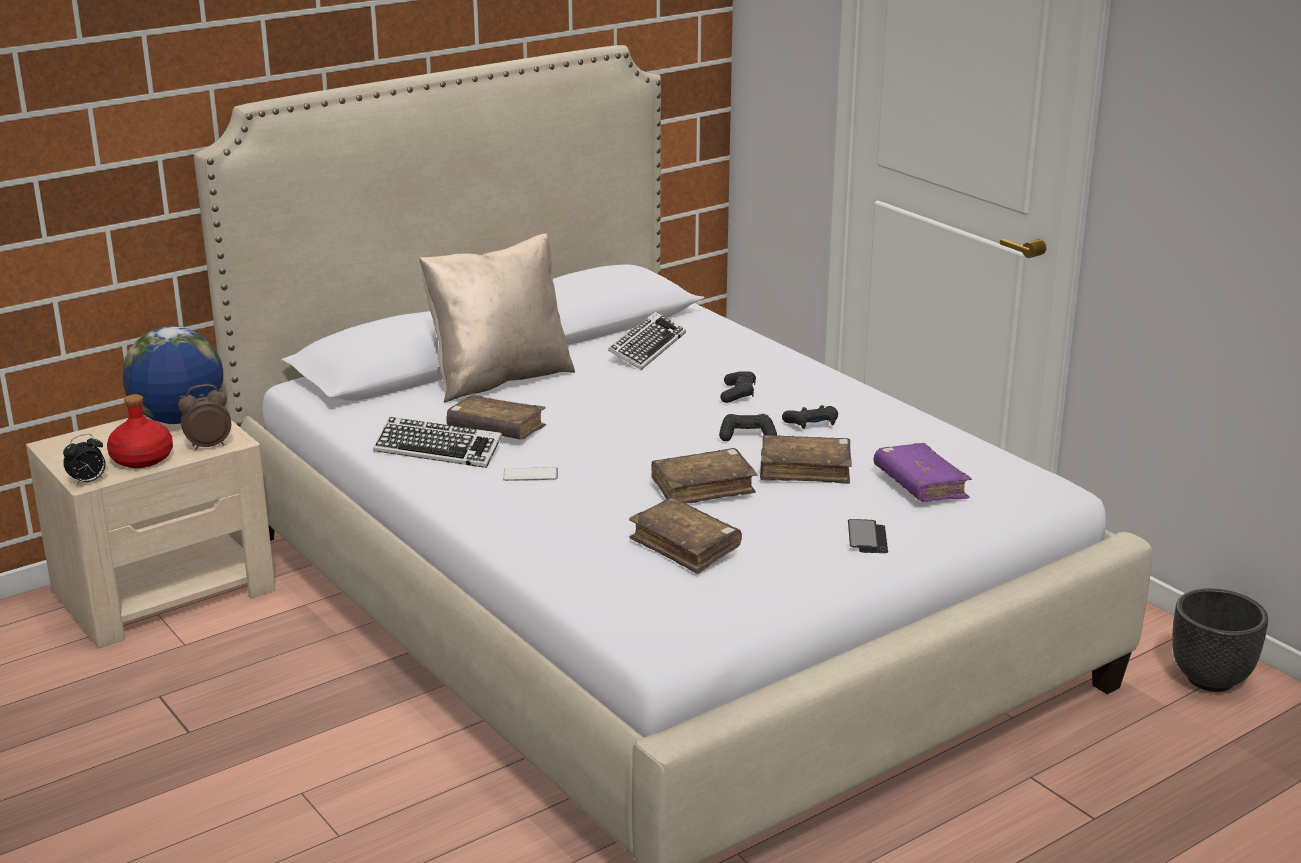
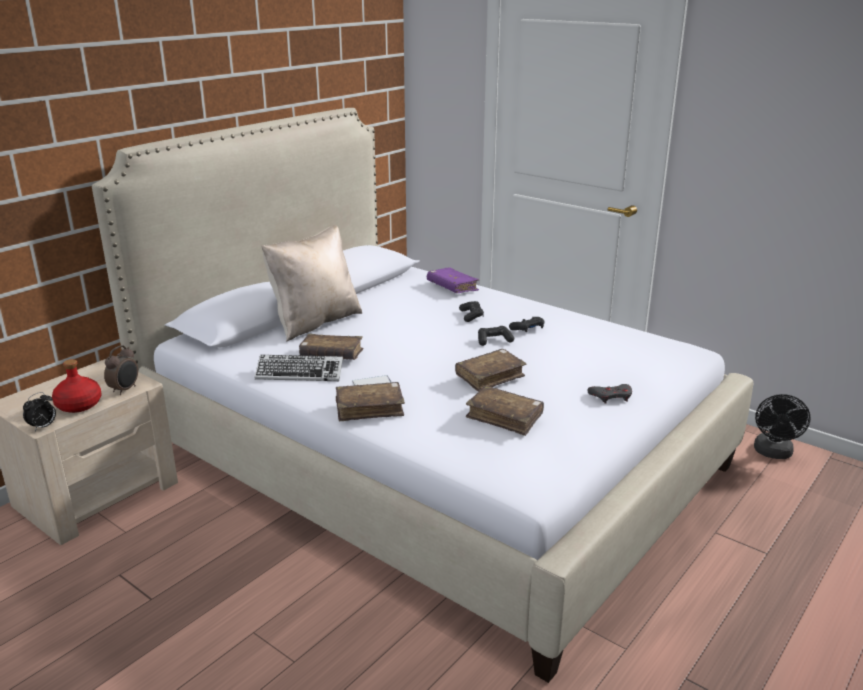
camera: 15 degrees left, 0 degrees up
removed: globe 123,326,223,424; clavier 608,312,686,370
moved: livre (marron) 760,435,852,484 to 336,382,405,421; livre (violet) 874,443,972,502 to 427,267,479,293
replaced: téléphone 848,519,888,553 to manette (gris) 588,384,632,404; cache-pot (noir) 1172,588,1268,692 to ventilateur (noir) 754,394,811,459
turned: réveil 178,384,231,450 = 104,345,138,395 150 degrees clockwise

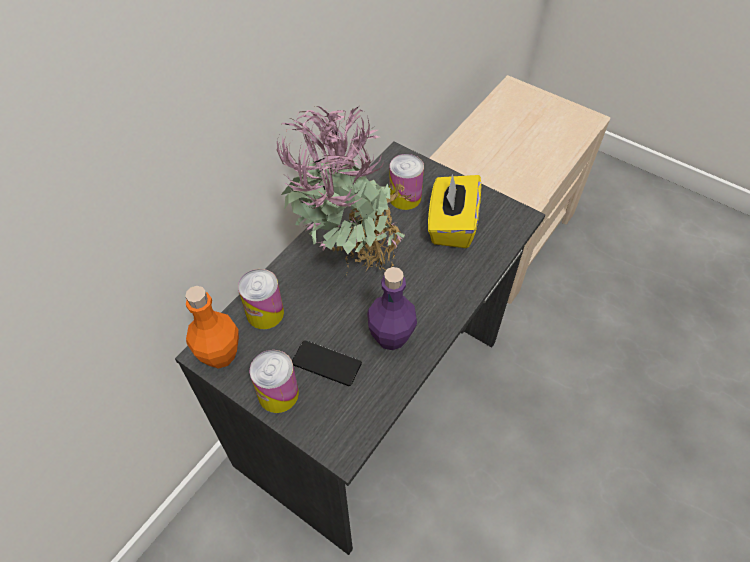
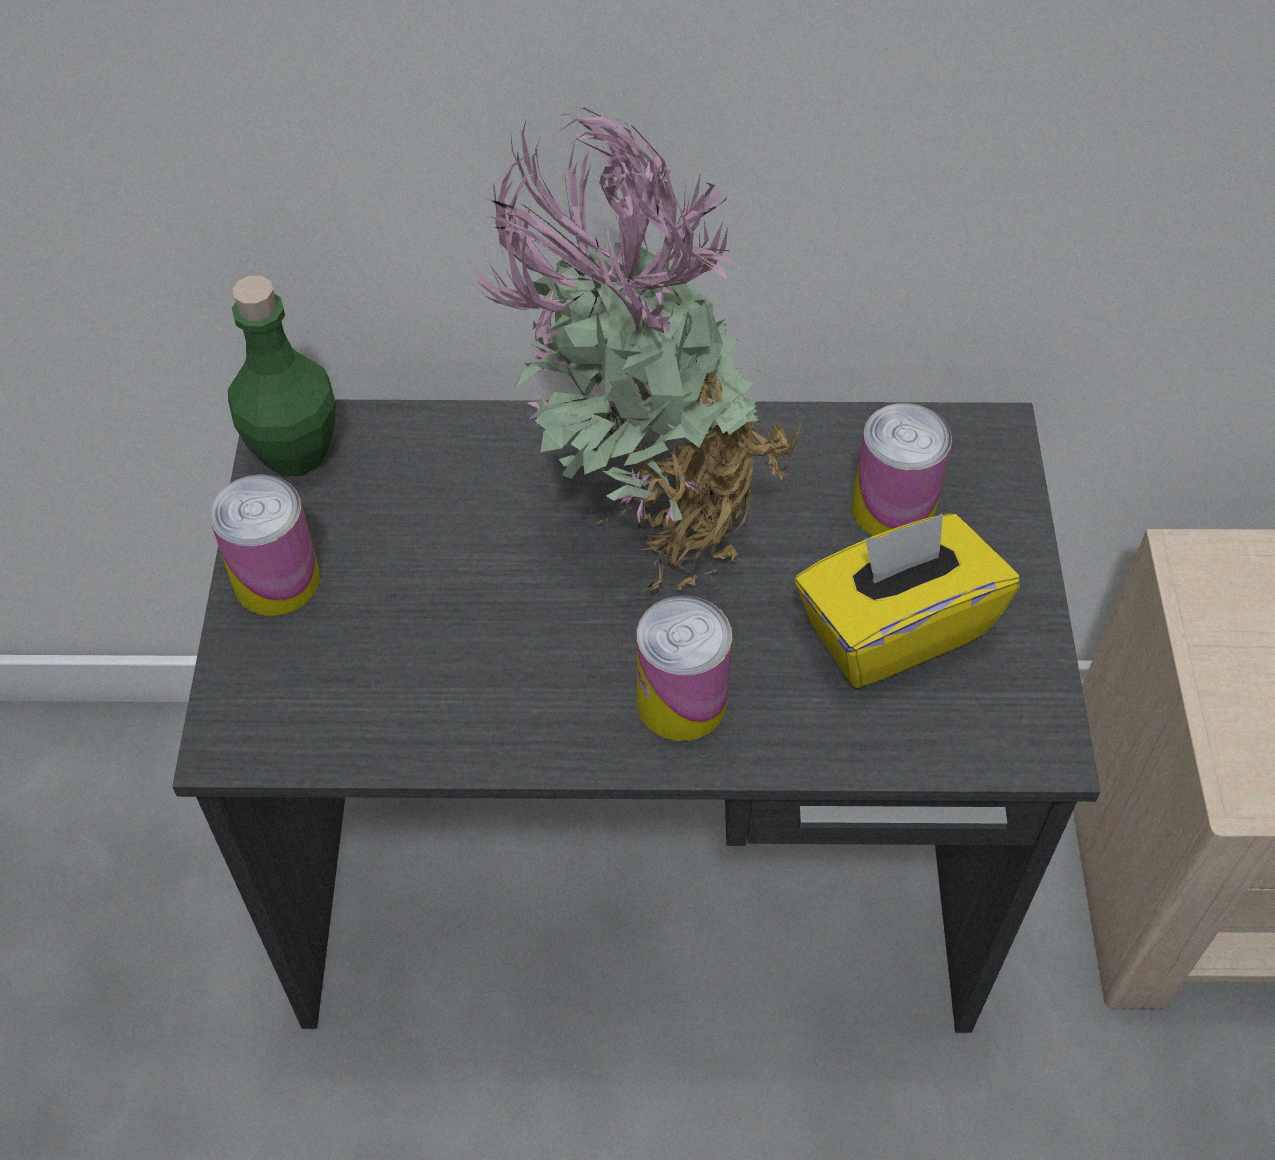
camera: 55 degrees right, 0 degrees up
removed: téléphone 292,340,362,386; bouteille (violet) 367,267,417,350
moved: boîte métallique 238,269,284,329 to 637,596,732,741
recoloured: bouteille (orange) 185,286,239,369 to bouteille (vert) 228,276,336,476

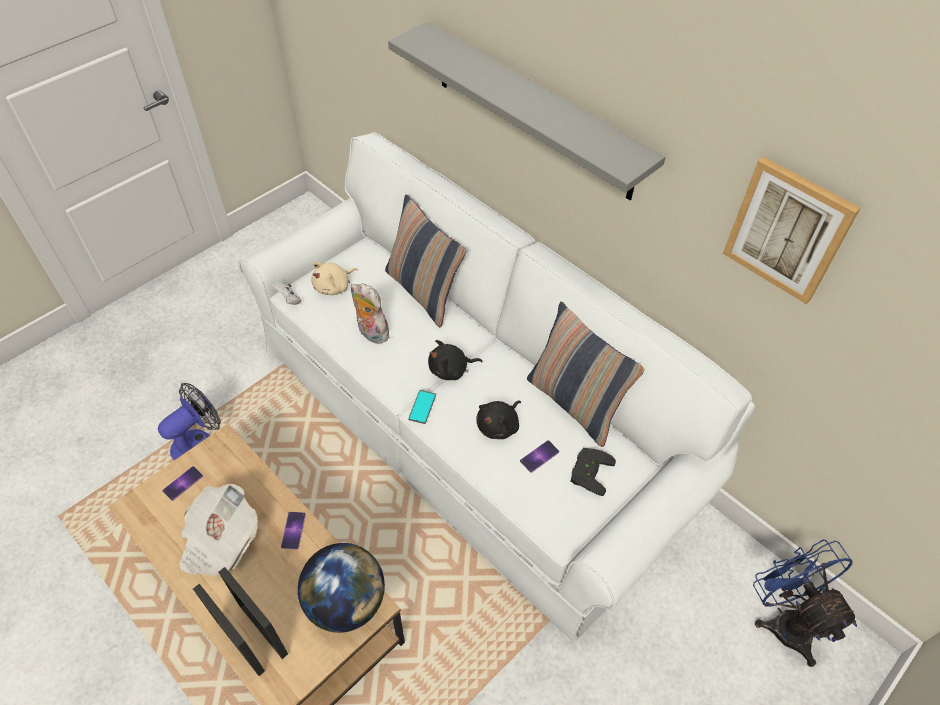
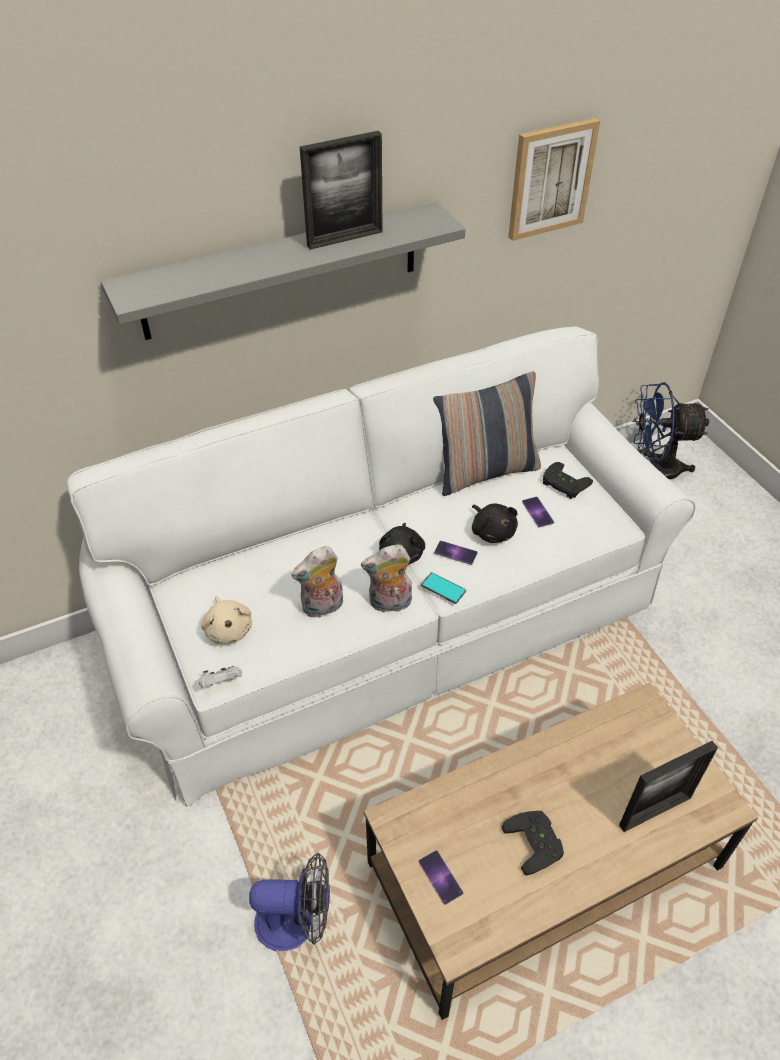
camera: 70 degrees left, 5 degrees down
removed: globe 298,543,385,633; coussin 385,195,466,327
added: peluche 361,545,412,612
moved: cadre photo 193,584,265,676 to 300,131,382,250; téléphone 281,512,306,550 to 434,541,478,565
replaced: journal 179,484,258,578 to manette (noir) 501,811,564,875
turned: ventilateur 158,383,221,460 = 249,853,330,951 120 degrees clockwise

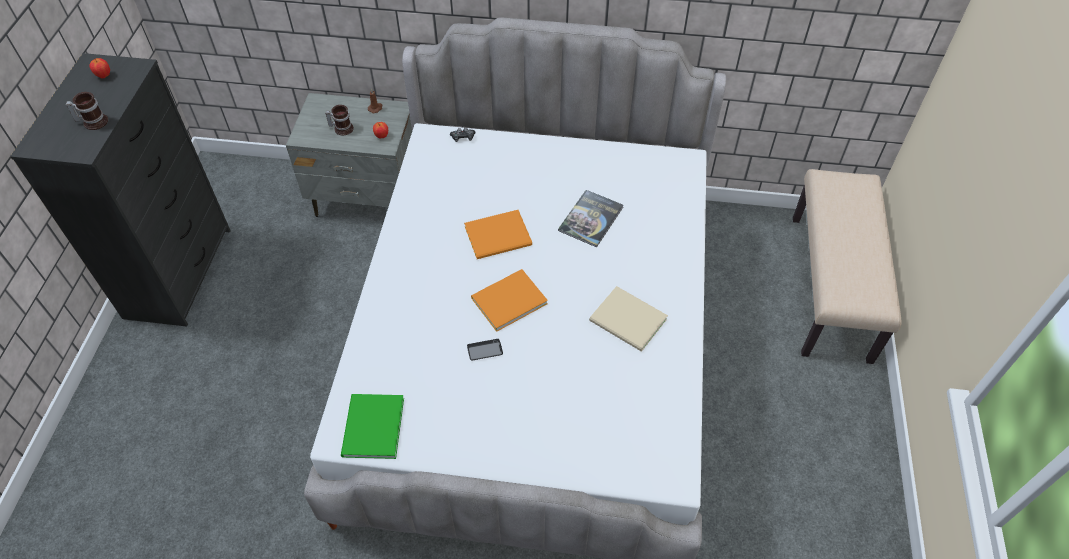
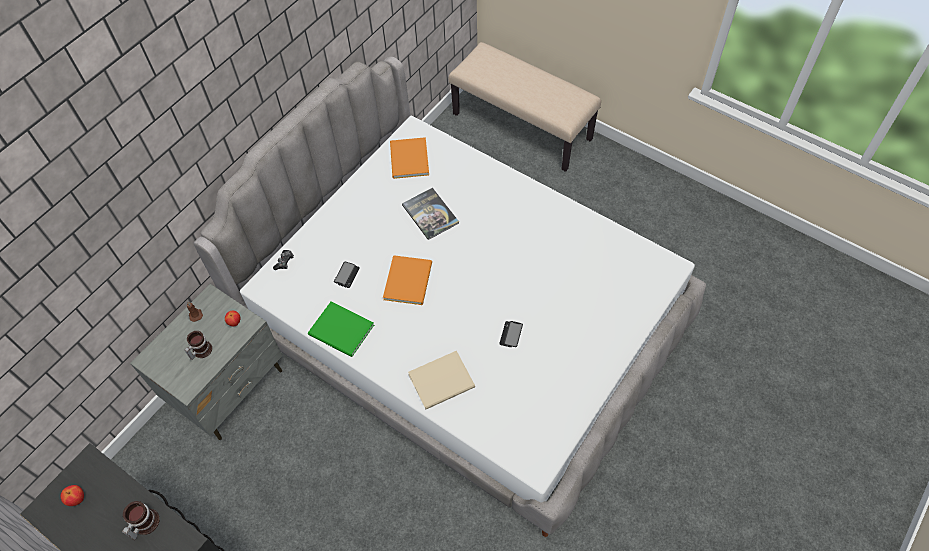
camera: 60 degrees left, 5 degrees up
added: téléphone 334,262,360,288
moved: livre (vert) 341,394,404,459 to 308,301,374,357; livre (orange) 471,269,548,332 to 390,137,429,179; livre (beige) 589,286,668,352 to 408,351,475,409

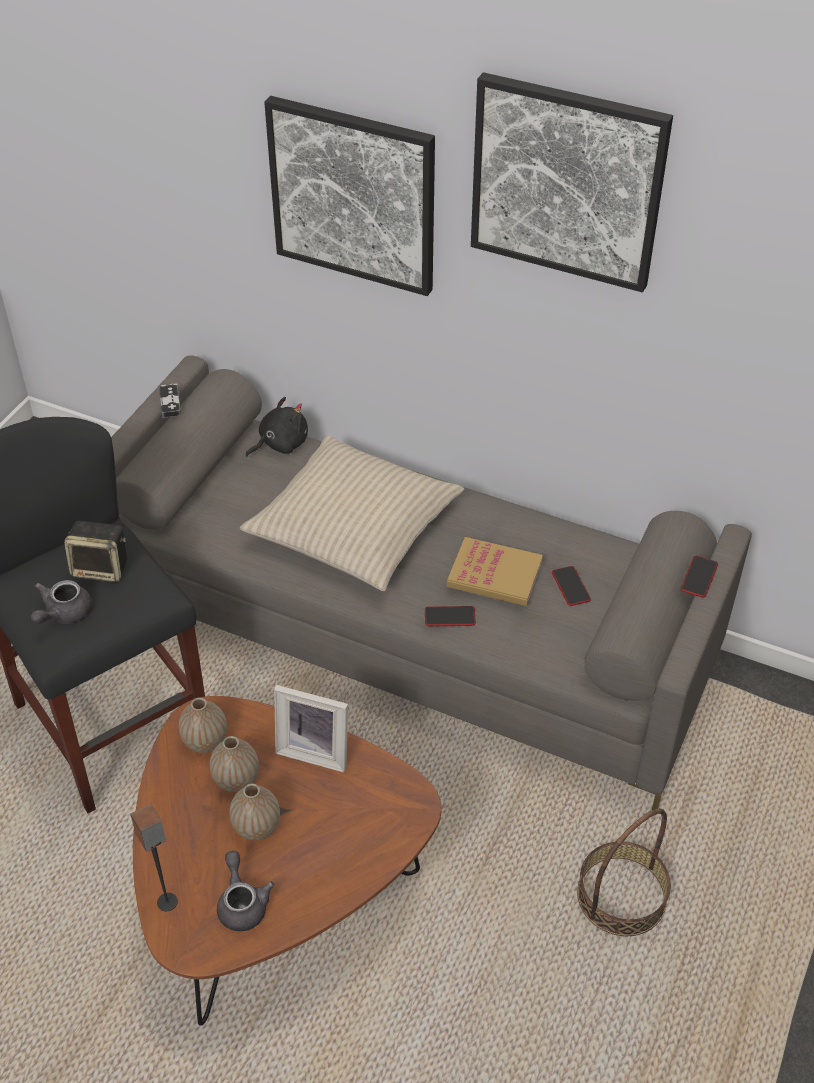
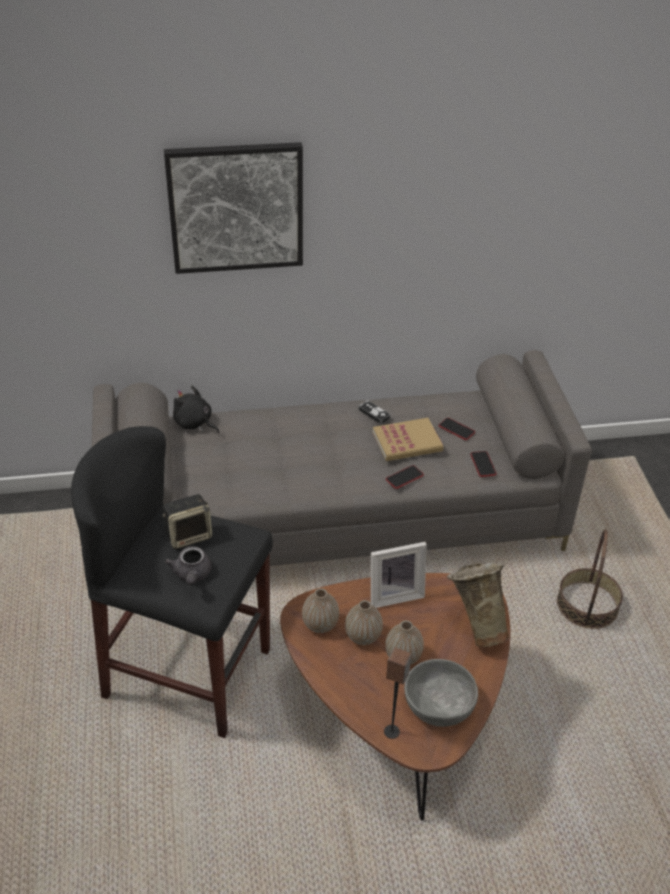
camera: 35 degrees left, 5 degrees down
removed: coussin (beige) 240,436,464,591; tableau 471,72,673,293
added: vase (beige) 447,563,509,647
moved: manette 159,383,181,418 to 358,400,391,424; téléphone 681,556,718,598 to 470,451,496,477
replaced: théière (gris) 217,851,274,931 to bol (gris) 404,659,478,727
turned: peluche (noir) 245,397,308,457 = 173,386,219,433 75 degrees counterclockwise

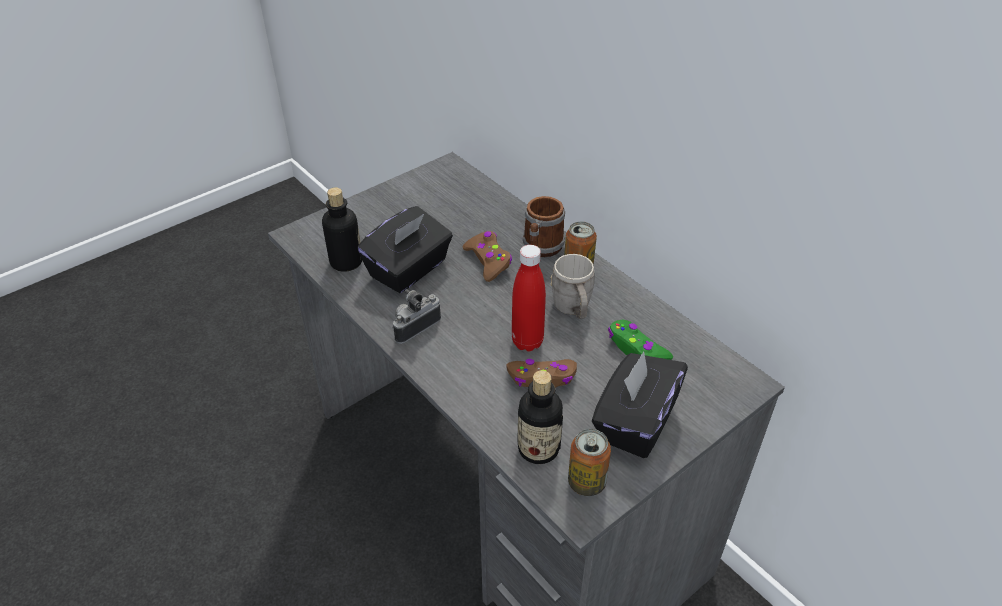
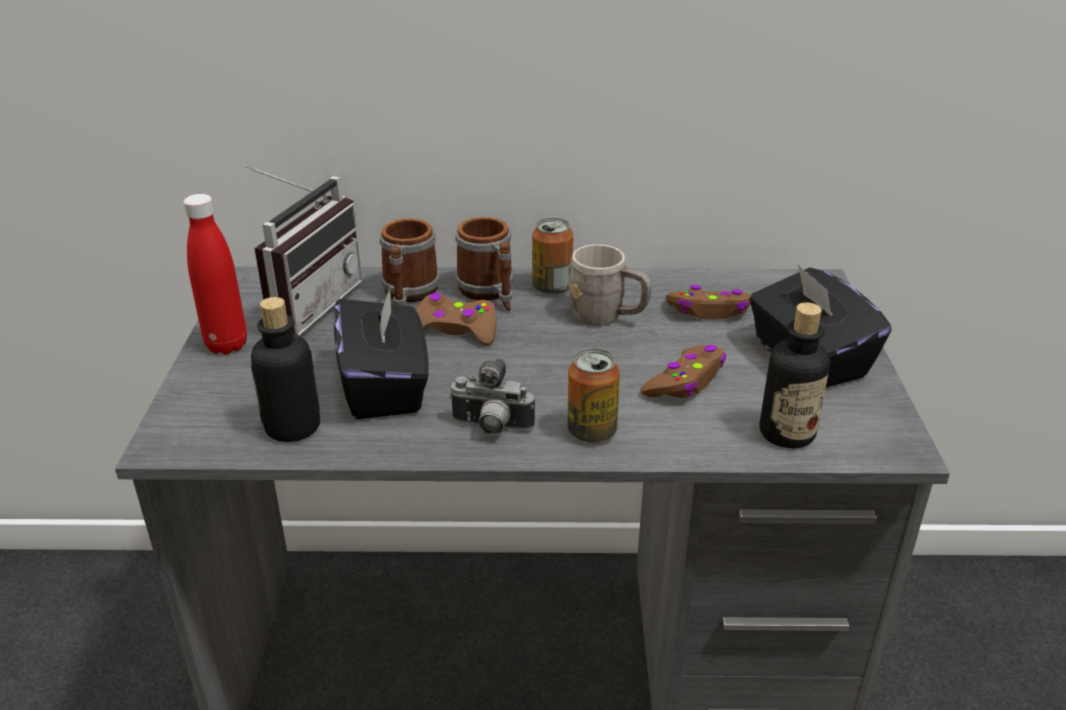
camera: 50 degrees left, 10 degrees down
added: radio 244,165,363,336; mug 380,219,440,305
moved: bouteille (rouge) 512,245,546,351 to 183,194,247,354; boîte métallique 568,429,611,496 to 568,349,620,443
recoloured: manette (vert) 608,320,673,360 to manette (marron) 666,285,751,320
turned: appareil photo 392,289,441,344 = 449,358,535,435 75 degrees counterclockwise

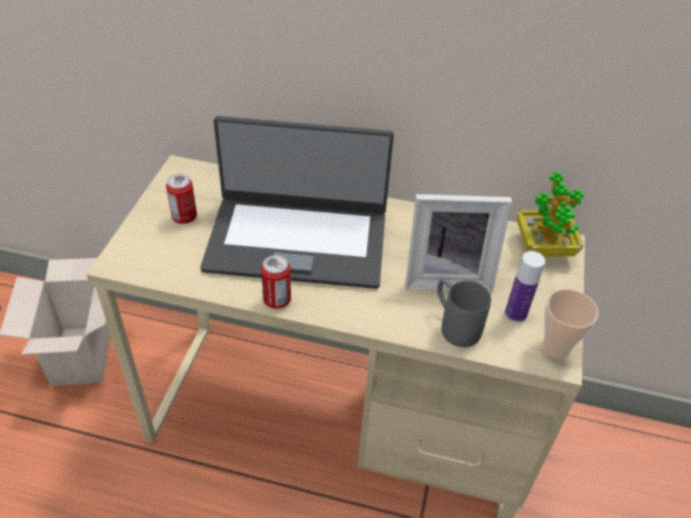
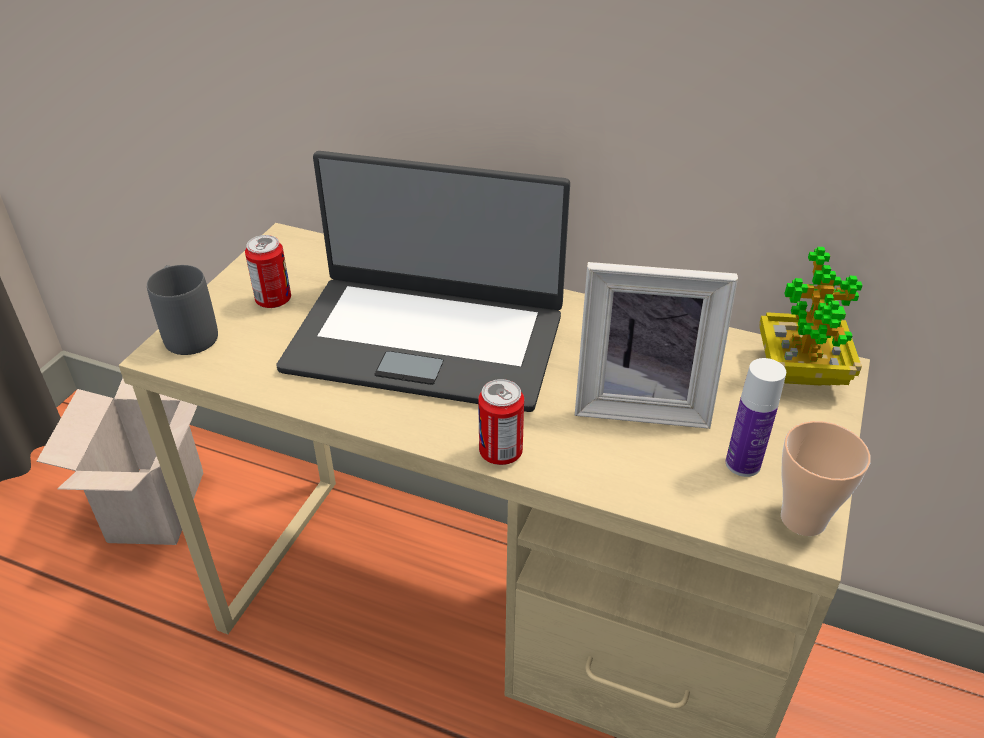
camera: 10 degrees right, 5 degrees down
moved: mug (gris) 437,279,491,347 to 147,265,218,355; boîte métallique 261,255,291,309 to 478,379,524,465

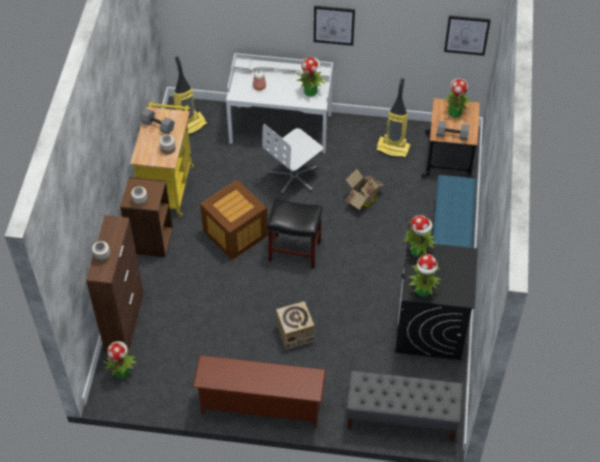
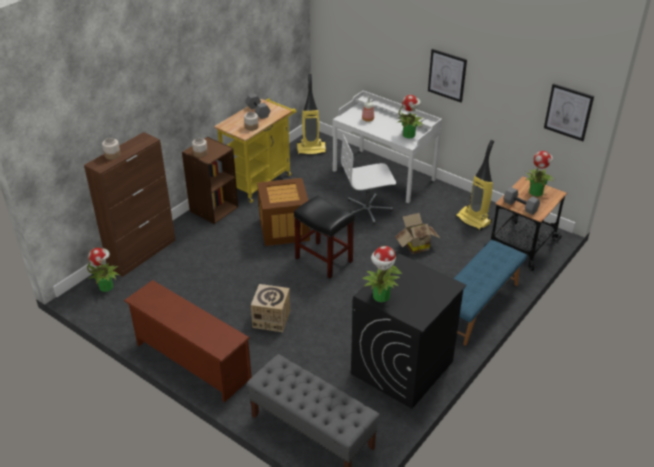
camera: 30 degrees right, 15 degrees down
removed: plante en pot 403,215,437,257

